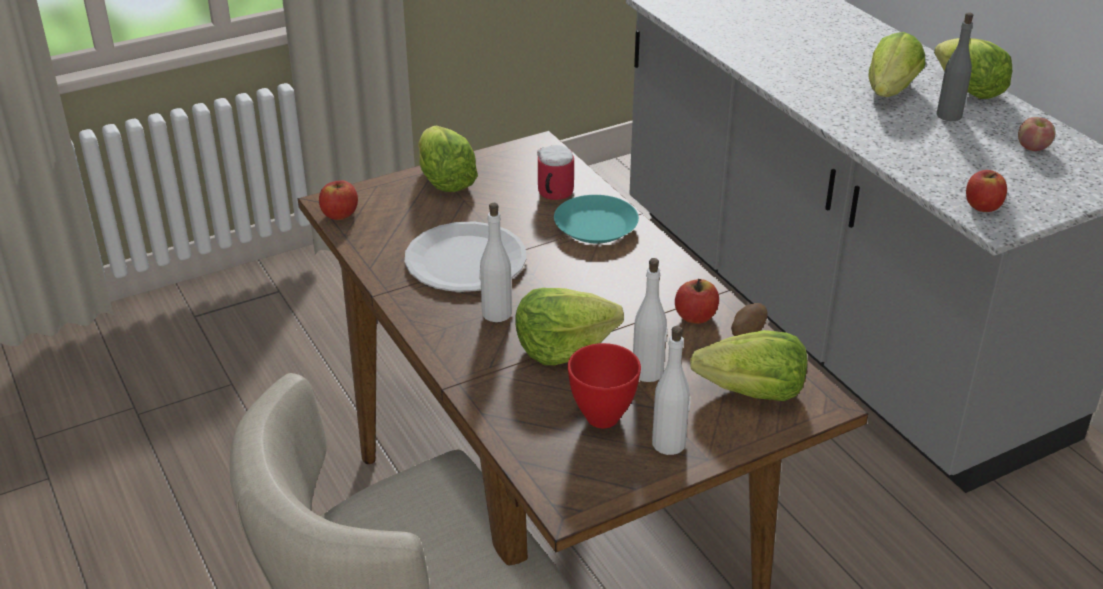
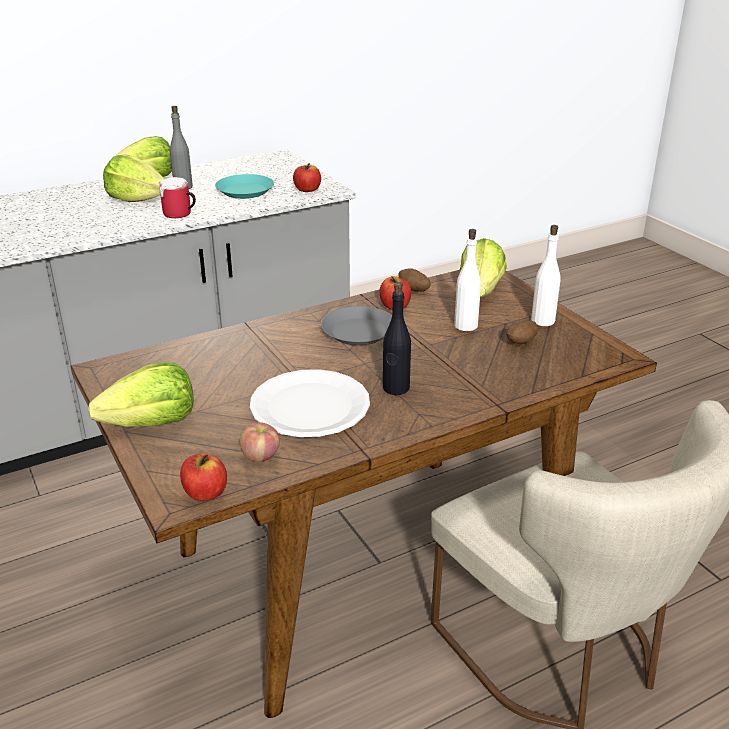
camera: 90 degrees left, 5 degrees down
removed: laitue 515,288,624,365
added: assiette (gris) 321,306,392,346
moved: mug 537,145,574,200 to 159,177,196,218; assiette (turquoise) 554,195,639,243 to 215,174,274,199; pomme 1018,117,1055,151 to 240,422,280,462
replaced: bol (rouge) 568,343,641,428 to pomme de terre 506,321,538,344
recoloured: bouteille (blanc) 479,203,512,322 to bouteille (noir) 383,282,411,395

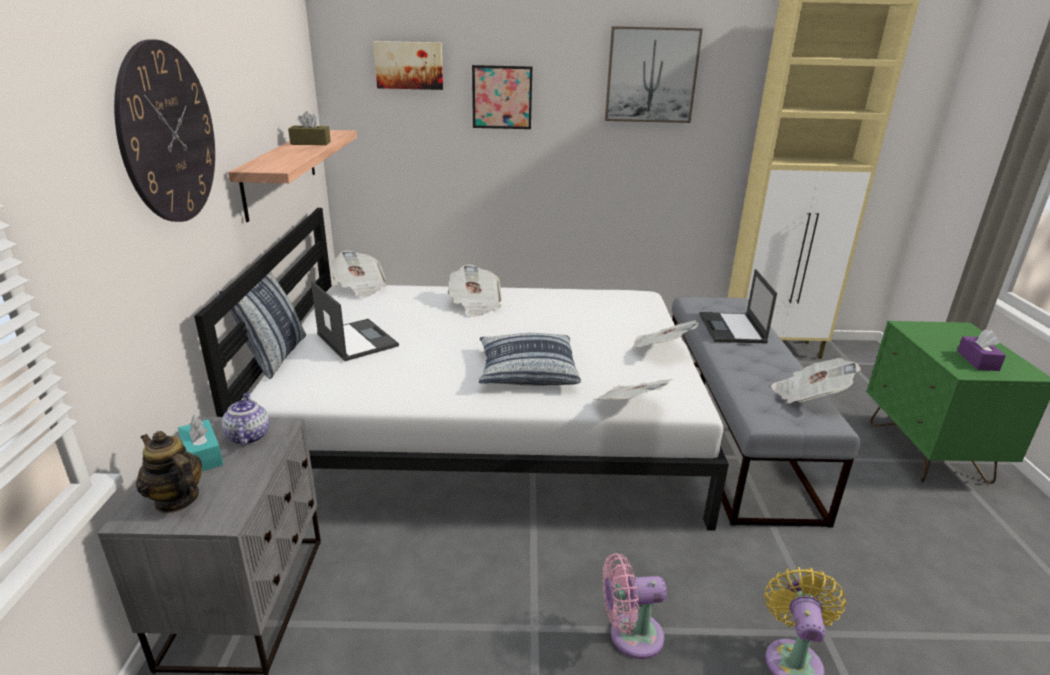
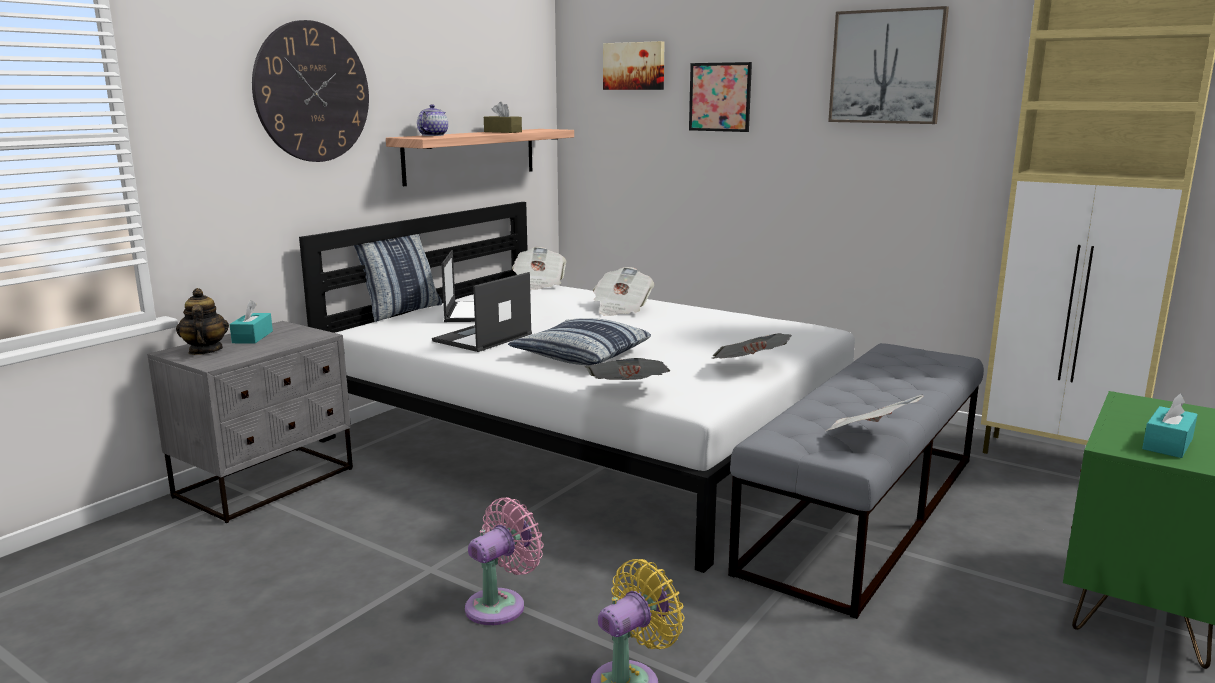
camera: 35 degrees right, 10 degrees down
moved: théière 222,393,269,445 to 417,104,448,136; ordinateur portable 699,269,777,344 to 432,272,532,352
recoloured: boîte à mouchoirs (violet) 957,329,1006,371 to boîte à mouchoirs (turquoise) 1142,393,1198,458
turned: ventilateur (rose) 603,553,667,659 = 465,497,544,625 105 degrees clockwise

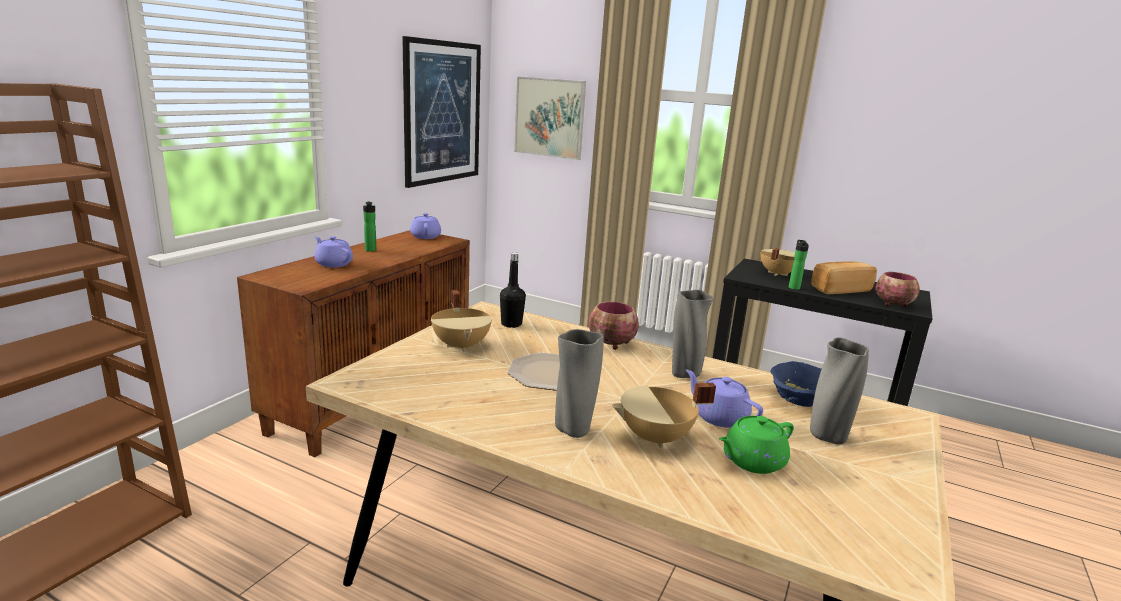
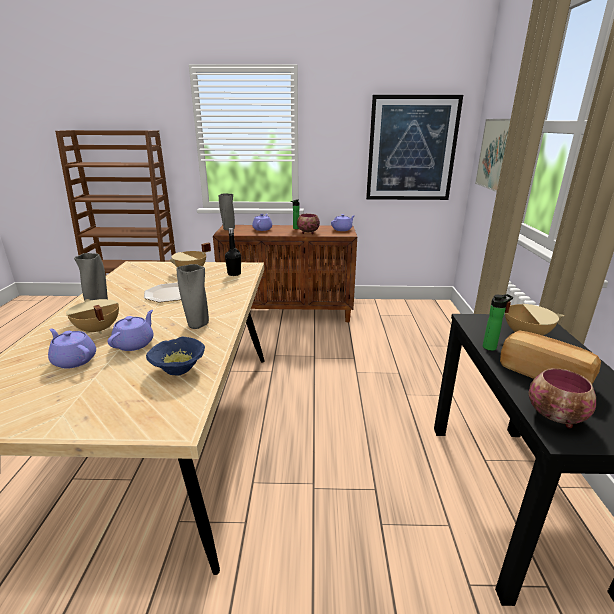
camera: 65 degrees right, 5 degrees up
moved: vase (gris) 810,337,869,445 to 219,193,235,230; bol 589,301,639,350 to 297,214,320,234
recoloured: théière (vert) 719,416,794,474 to théière (violet) 48,328,96,369

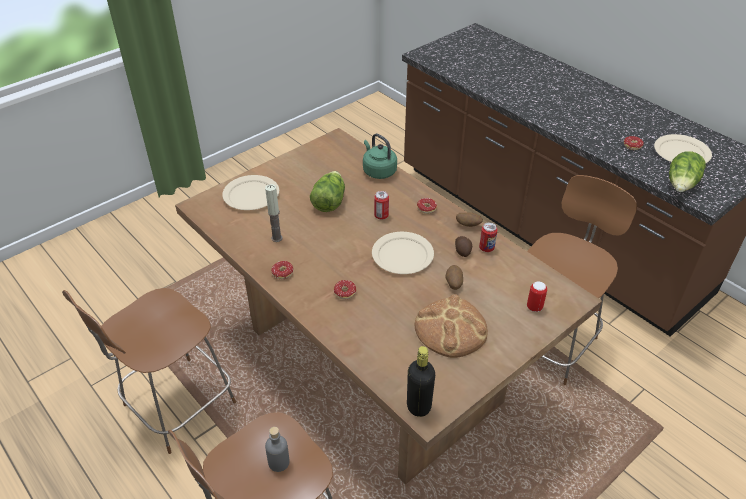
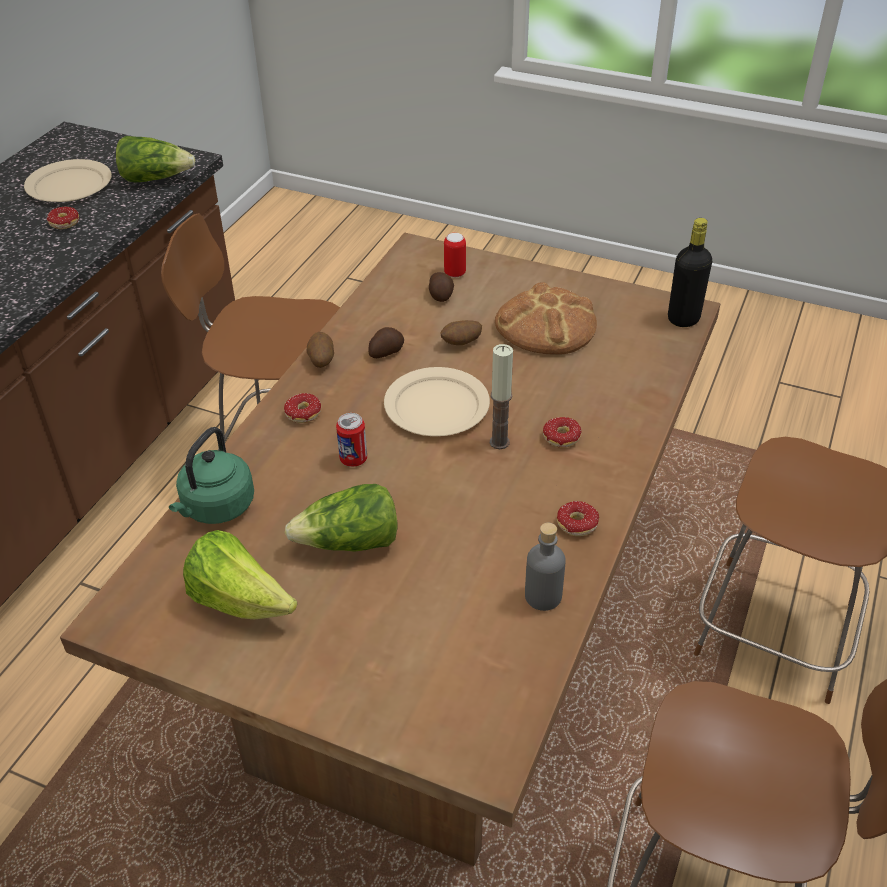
camera: 115 degrees left, 0 degrees up
removed: assiette (beige) 222,175,279,210; boîte métallique 479,223,497,252
added: laitue 183,530,297,620; pomme de terre 429,272,454,302
moved: bougie 265,184,283,242 to 490,344,513,449; bouteille (gris) 265,427,290,472 to 525,523,566,611

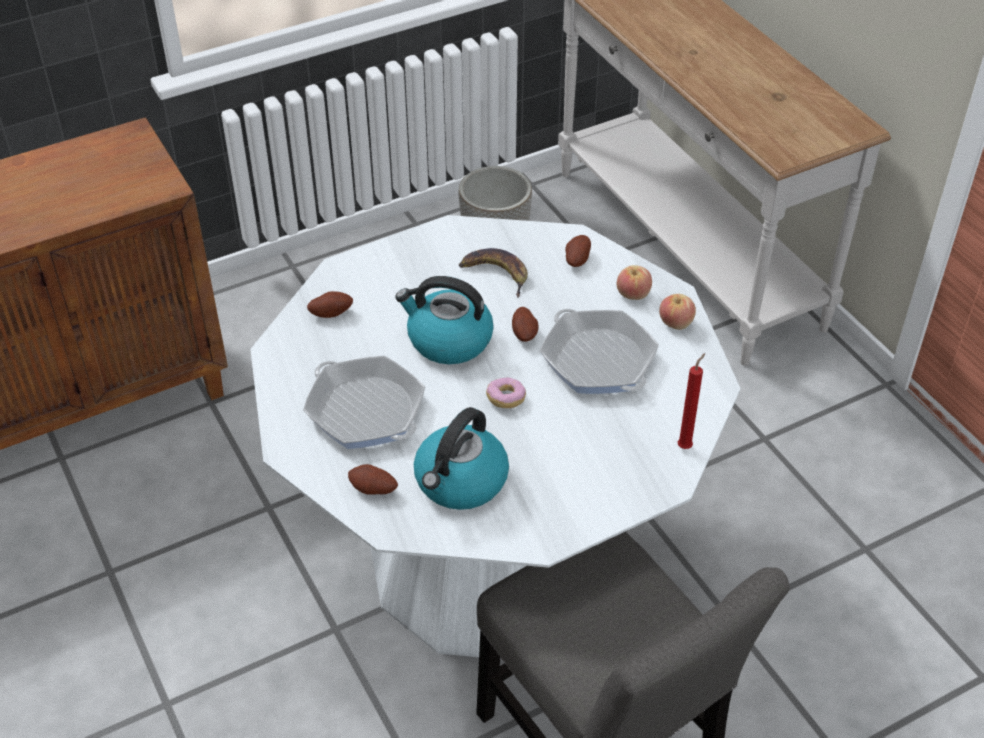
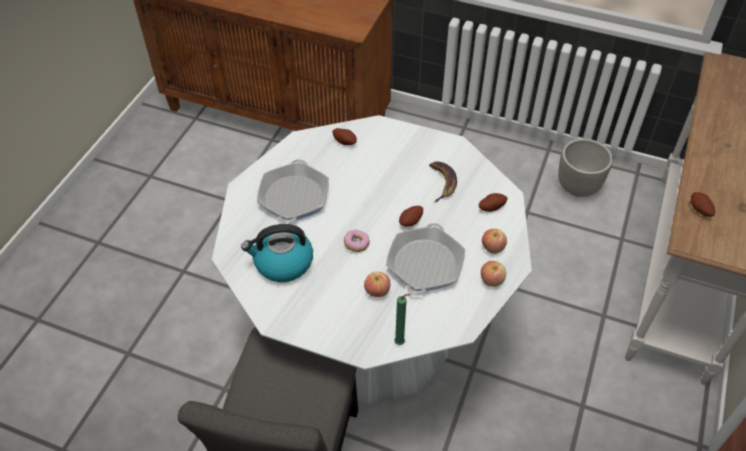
camera: 50 degrees right, 5 degrees up
removed: bouilloire 395,276,494,364
added: pomme 364,271,390,297
moved: pomme de terre 348,464,398,495 to 691,192,715,217
recoloured: bougie (rouge) 678,353,705,449 to bougie (vert) 394,294,412,345

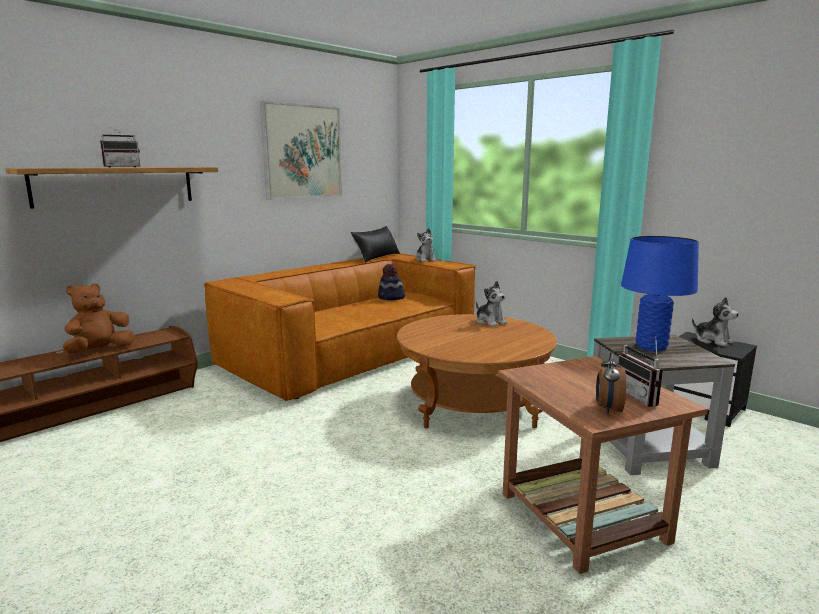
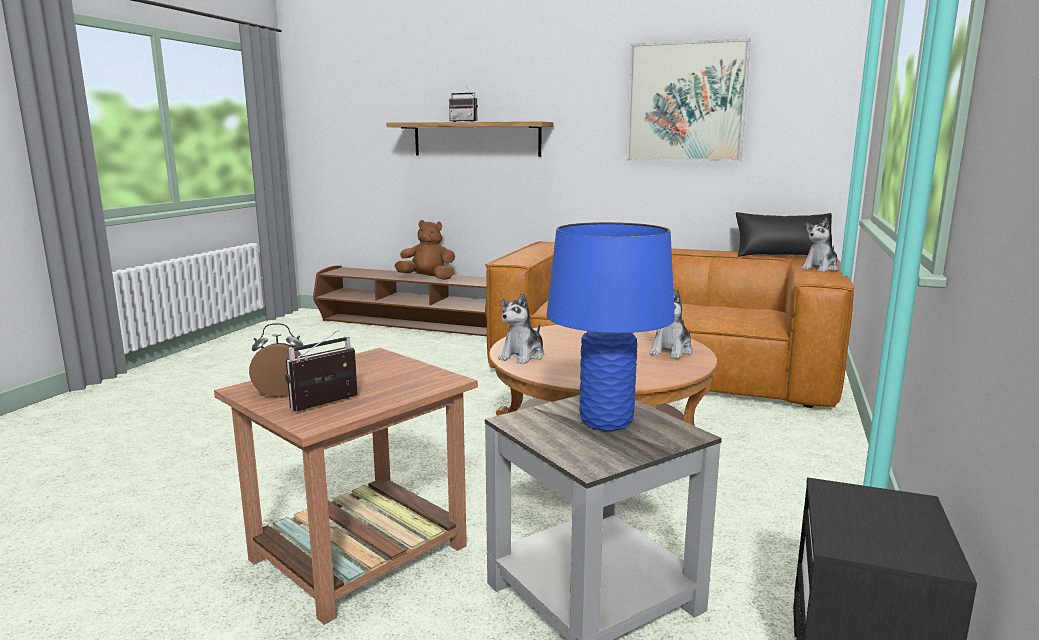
camera: 65 degrees right, 0 degrees up
removed: chapeau 378,264,405,300
moved: peluche 692,297,739,347 to 498,292,544,364

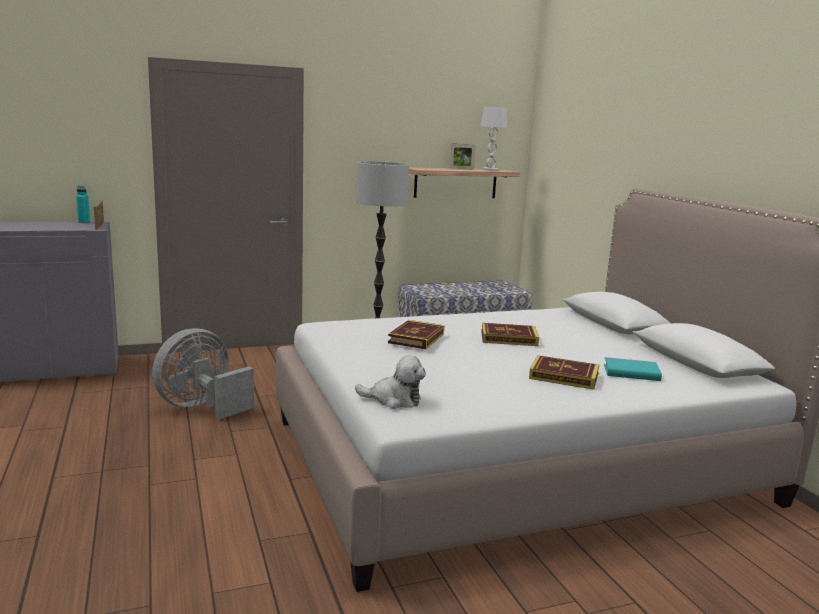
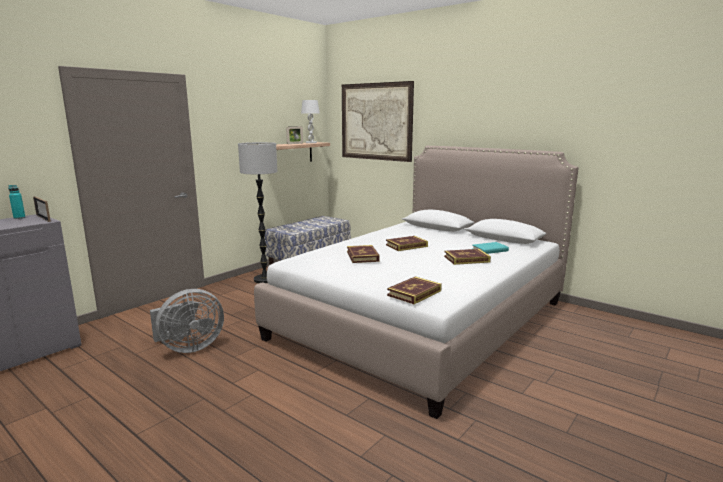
camera: 30 degrees left, 0 degrees up
added: tableau 342,81,414,162
replaced: peluche 355,355,426,409 to livre 387,277,442,304
turned: ventilateur (gris) 152,328,254,419 = 150,289,224,353 135 degrees counterclockwise

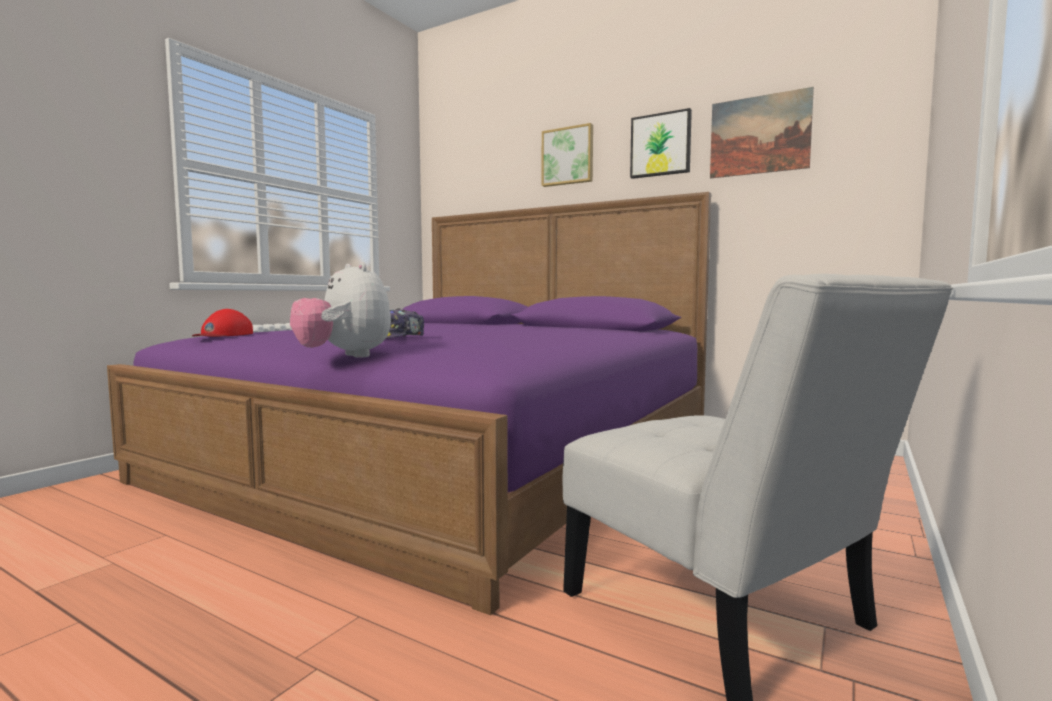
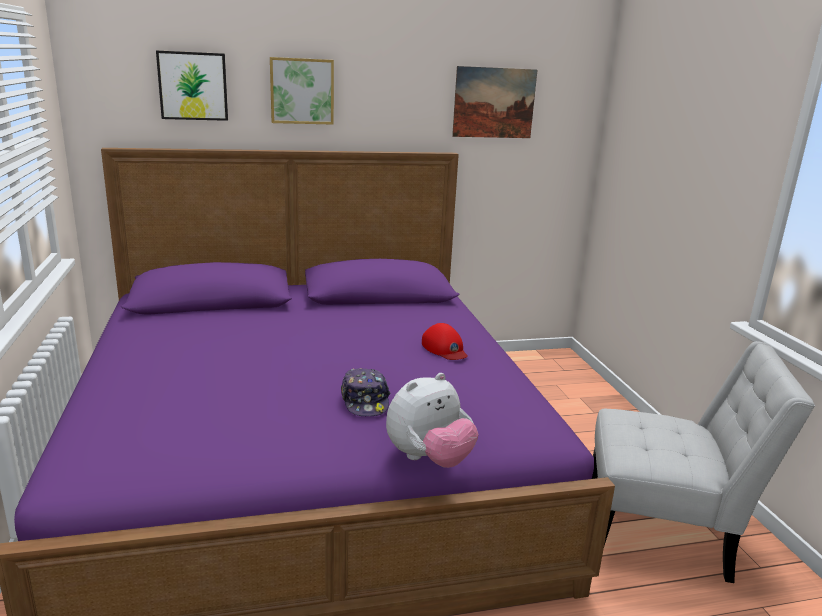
camera: 45 degrees left, 15 degrees up
moved: tableau 630,108,692,179 to 156,51,228,121; casquette (rouge) 192,309,253,337 to 422,323,468,360
turned: peluche 290,262,391,358 = 386,373,479,468 45 degrees counterclockwise

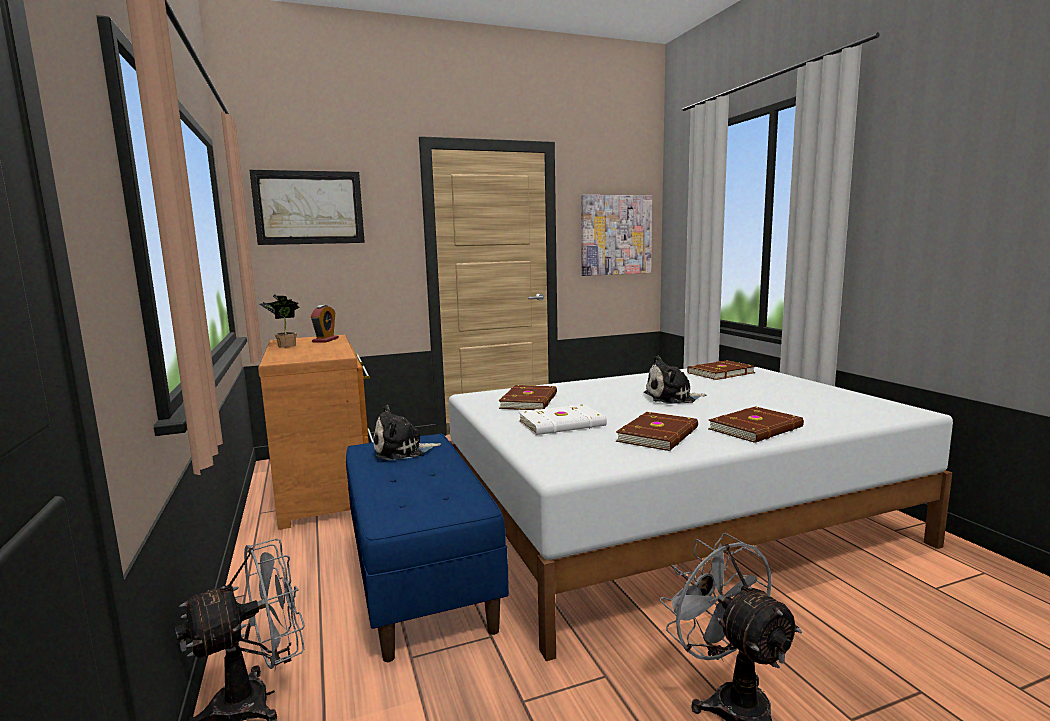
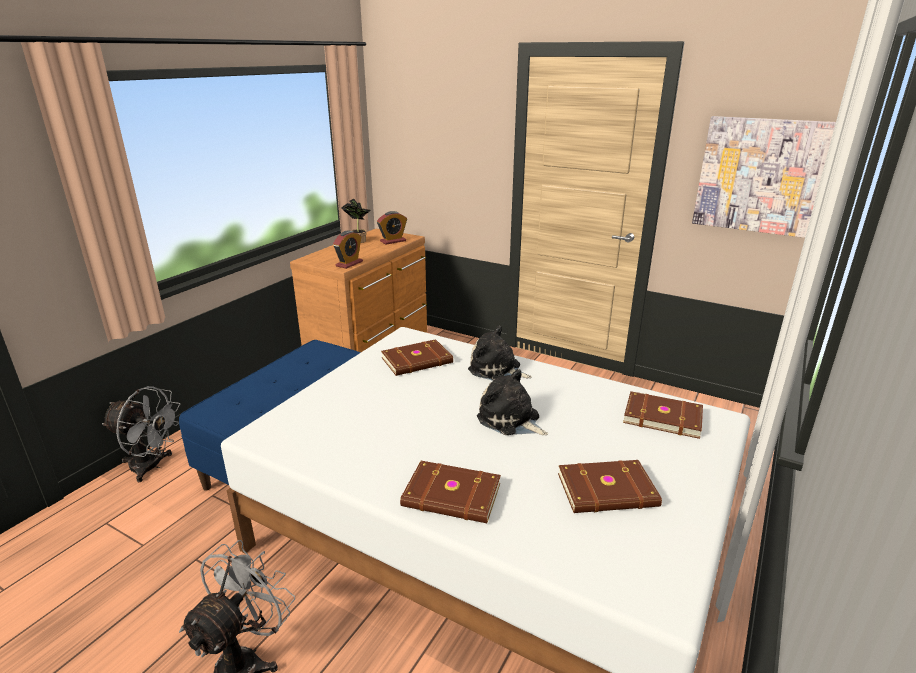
camera: 50 degrees right, 15 degrees up
removed: tableau 249,170,365,245; livre (blanc) 519,404,607,435
added: réveil 333,230,363,269
moved: peluche 373,405,441,460 to 468,326,532,381; livre (marron) 616,412,698,451 to 558,460,662,513

